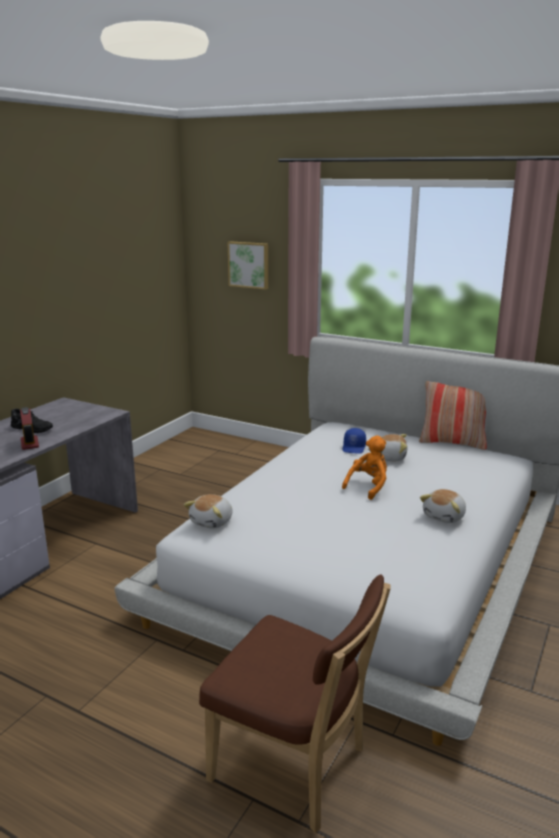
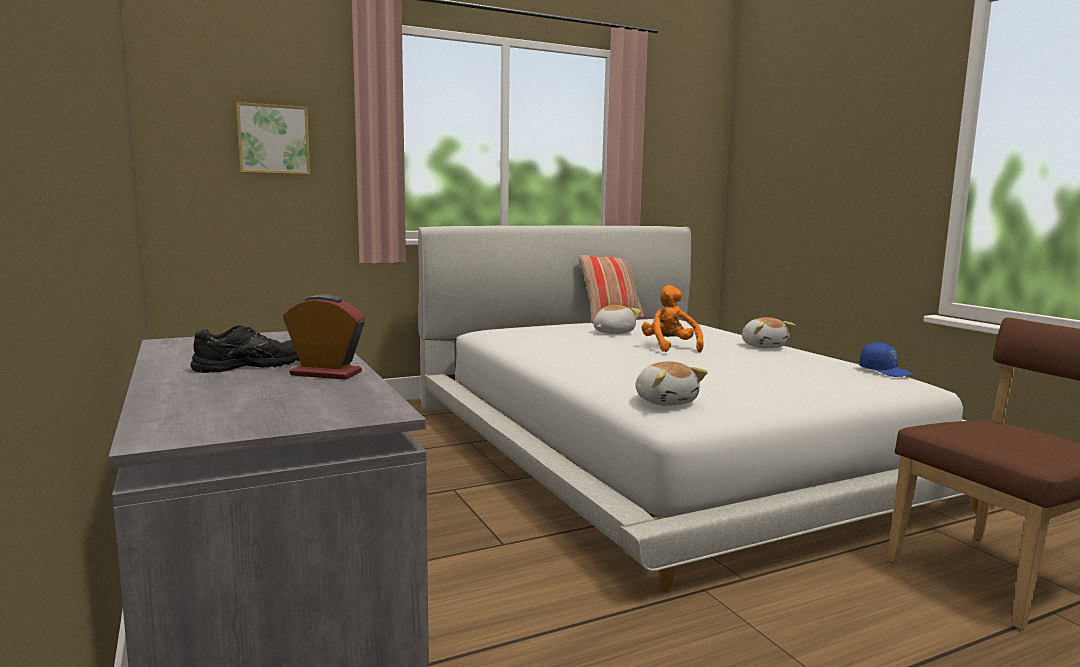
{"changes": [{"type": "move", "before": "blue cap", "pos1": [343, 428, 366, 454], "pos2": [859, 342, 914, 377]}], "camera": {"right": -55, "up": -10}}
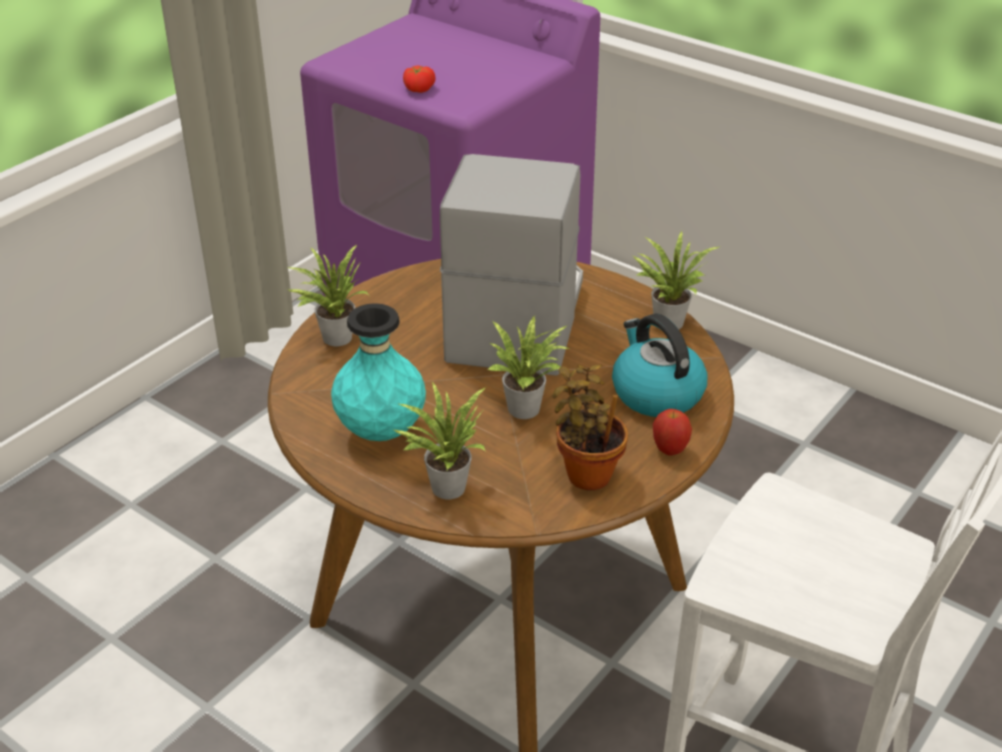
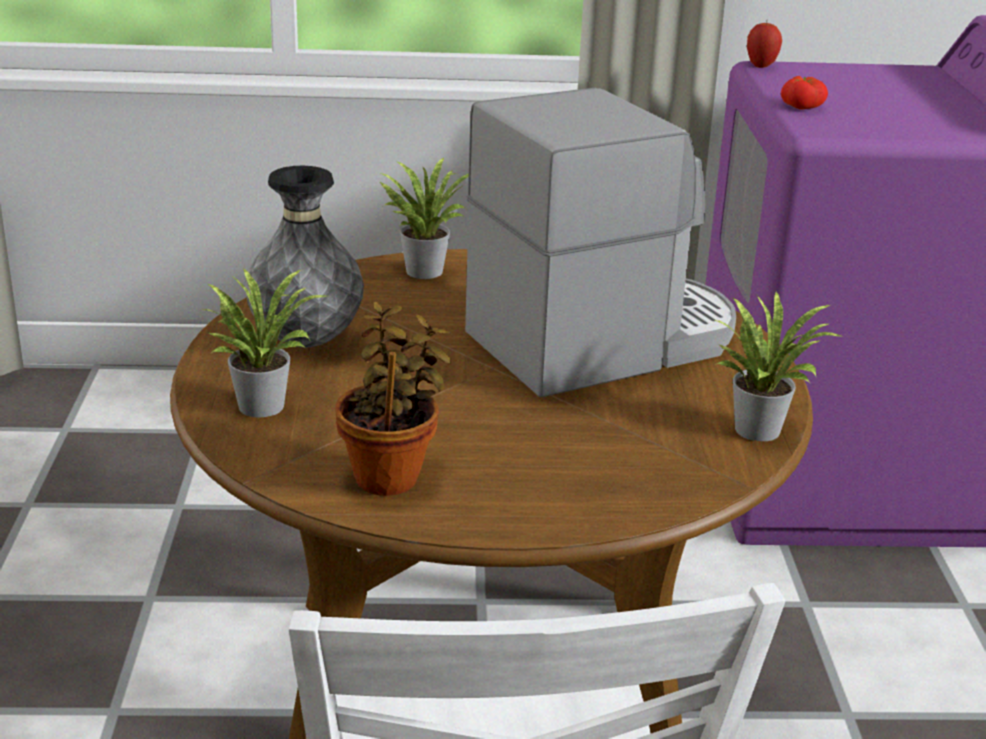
{"changes": [{"type": "recolor", "before": "turquoise vase", "after": "grey vase", "pos1": [331, 303, 426, 441], "pos2": [245, 166, 364, 348]}, {"type": "move", "before": "apple", "pos1": [653, 409, 692, 456], "pos2": [747, 20, 782, 68]}, {"type": "delete", "before": "potted plant", "pos1": [486, 316, 570, 419]}, {"type": "delete", "before": "kettle", "pos1": [612, 314, 708, 417]}], "camera": {"right": 50, "up": -10}}
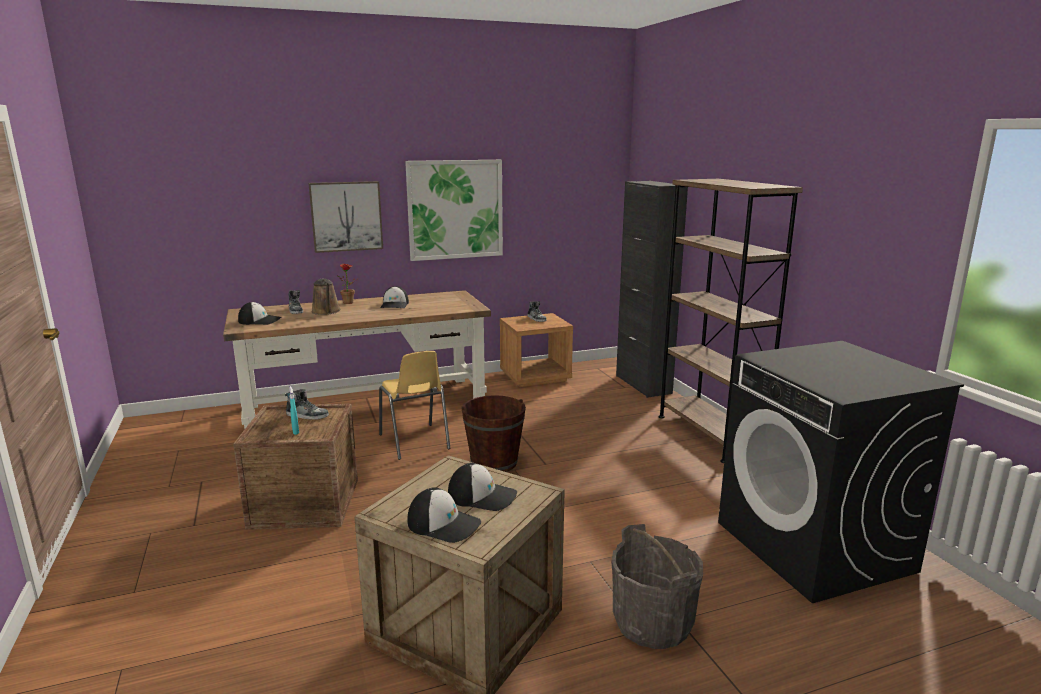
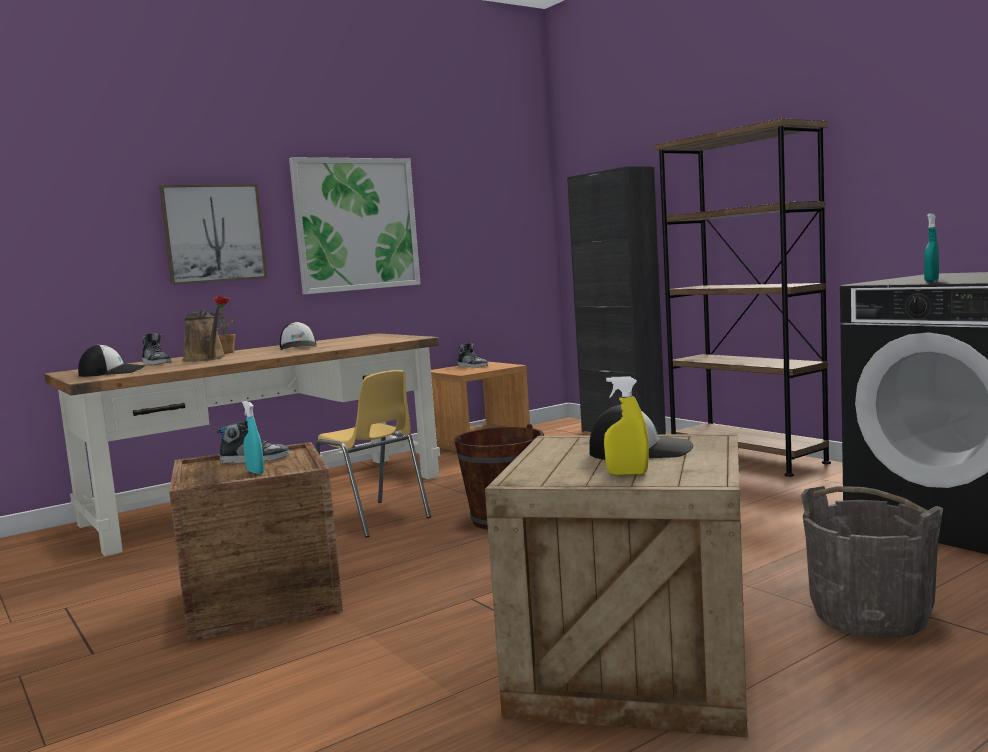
{"changes": [{"type": "replace", "before": "cap", "after": "yellow spray bottle", "pos1": [408, 487, 481, 543], "pos2": [604, 376, 649, 475]}, {"type": "insert", "after": "turquoise spray bottle", "pos2": [924, 213, 939, 282]}], "camera": {"right": -15, "up": -10}}
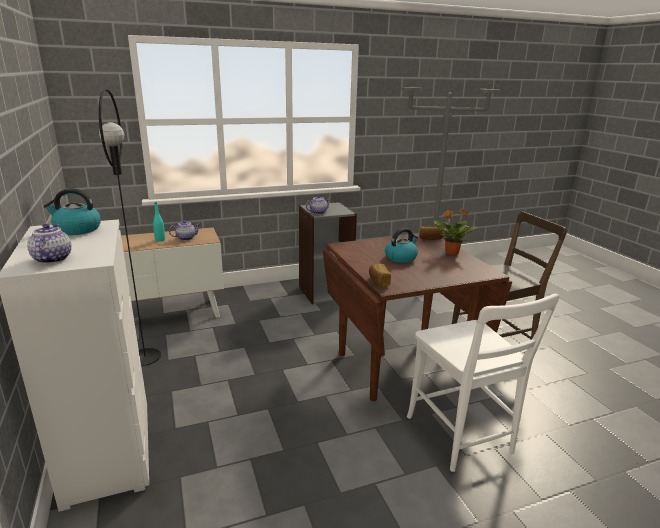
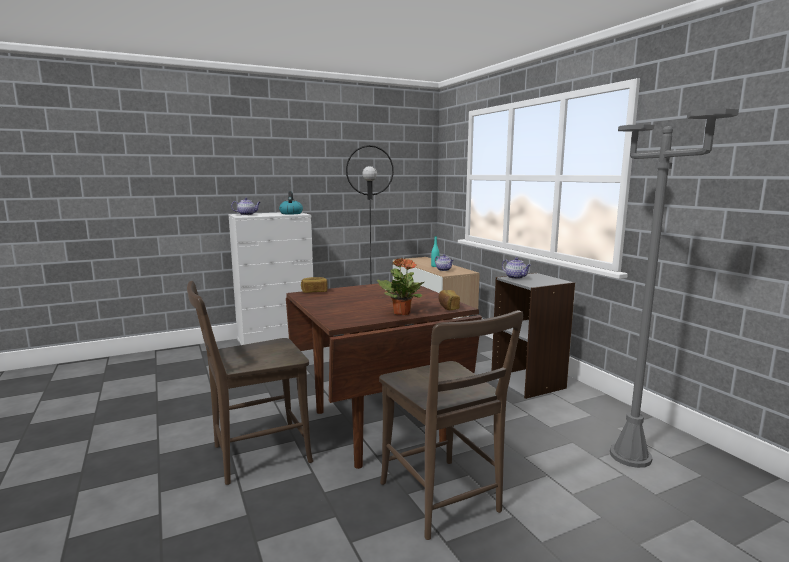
{"changes": [{"type": "recolor", "before": "white chair", "after": "brown chair", "pos1": [407, 294, 560, 472], "pos2": [187, 281, 313, 485]}, {"type": "delete", "before": "kettle", "pos1": [385, 228, 418, 263]}], "camera": {"right": 85, "up": -10}}
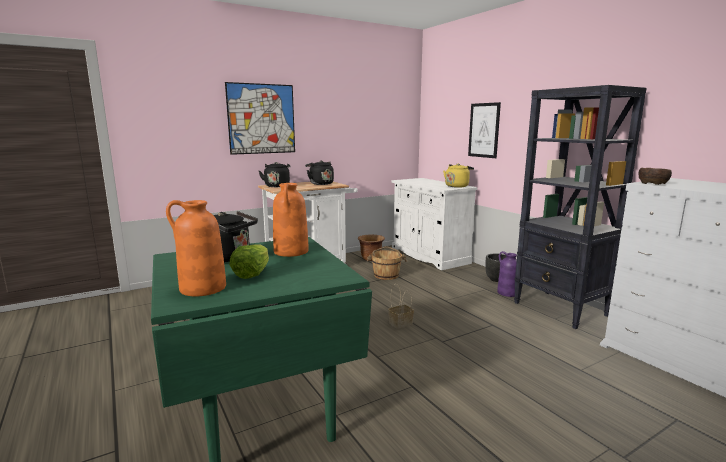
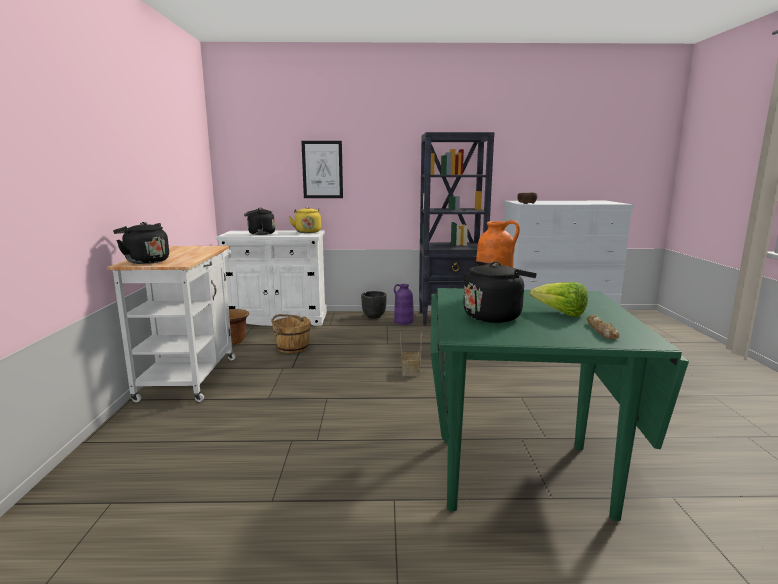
{"changes": [{"type": "move", "before": "black kettle", "pos1": [305, 160, 334, 185], "pos2": [244, 208, 275, 235]}, {"type": "replace", "before": "orange vase", "after": "bread", "pos1": [166, 200, 226, 296], "pos2": [587, 315, 619, 339]}, {"type": "delete", "before": "picture", "pos1": [225, 82, 295, 155]}], "camera": {"right": -60, "up": 0}}
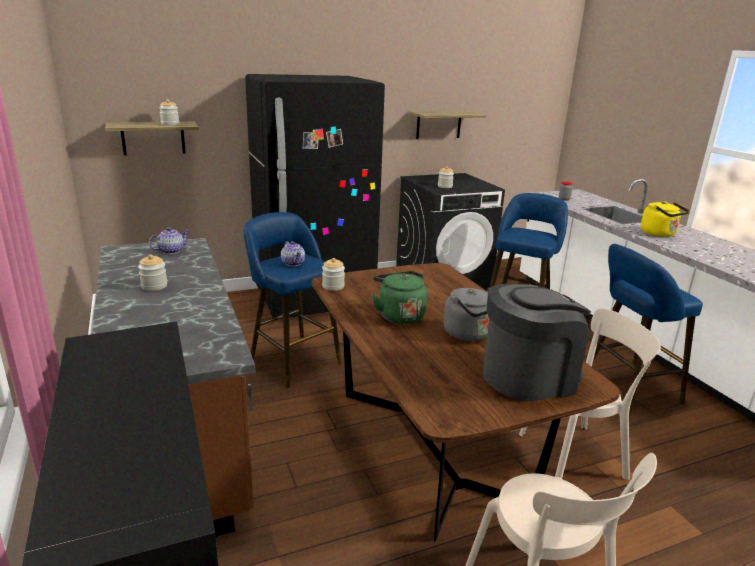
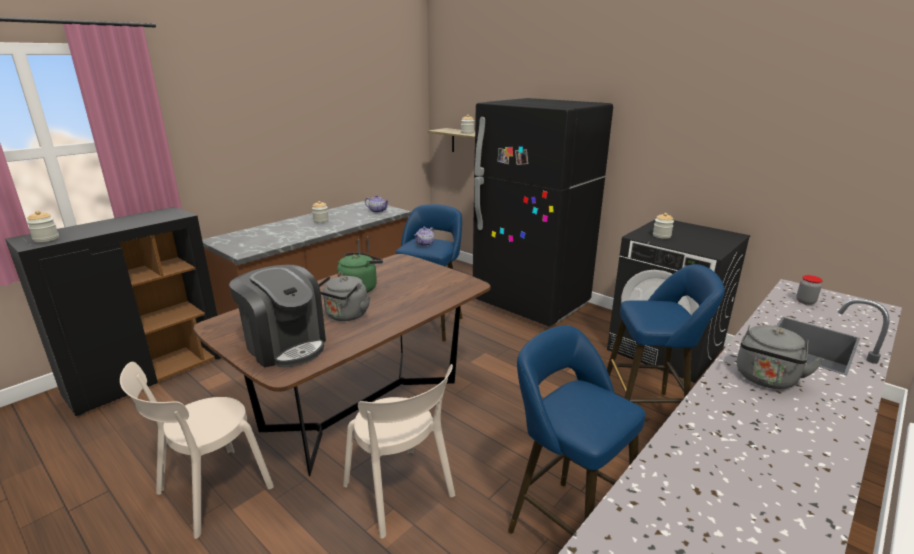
{"changes": [{"type": "move", "before": "jar", "pos1": [322, 258, 345, 291], "pos2": [27, 210, 59, 242]}, {"type": "recolor", "before": "yellow kettle", "after": "grey kettle", "pos1": [641, 201, 690, 237], "pos2": [737, 325, 824, 389]}, {"type": "delete", "before": "shelf", "pos1": [409, 111, 486, 139]}], "camera": {"right": 65, "up": 0}}
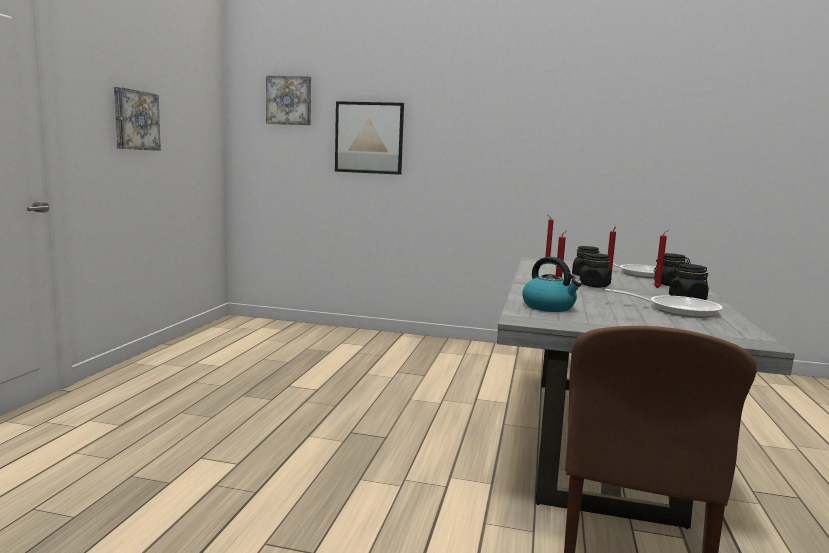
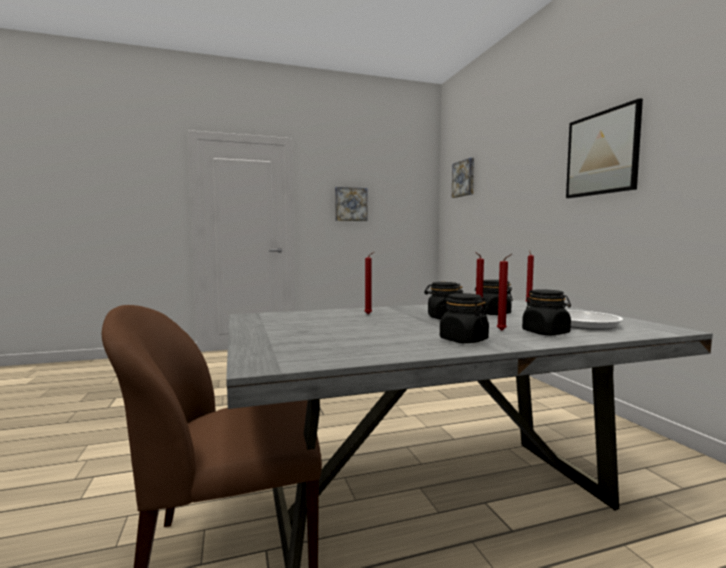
{"changes": [{"type": "move", "before": "picture", "pos1": [335, 101, 404, 175], "pos2": [566, 98, 643, 198]}, {"type": "delete", "before": "kettle", "pos1": [522, 257, 582, 312]}, {"type": "delete", "before": "frying pan", "pos1": [605, 289, 723, 318]}], "camera": {"right": 60, "up": -5}}
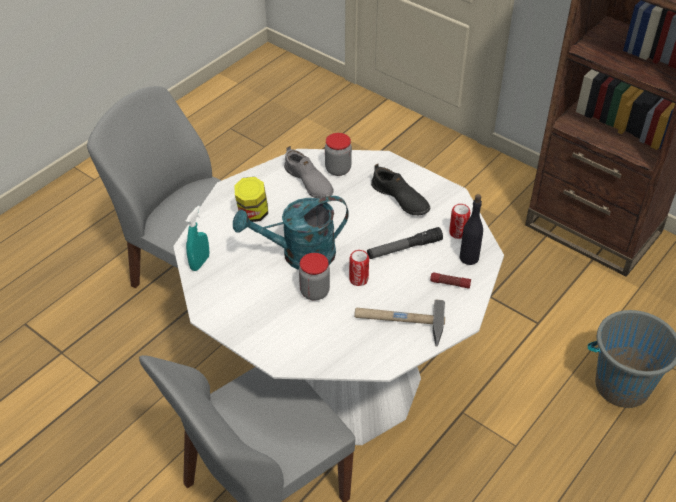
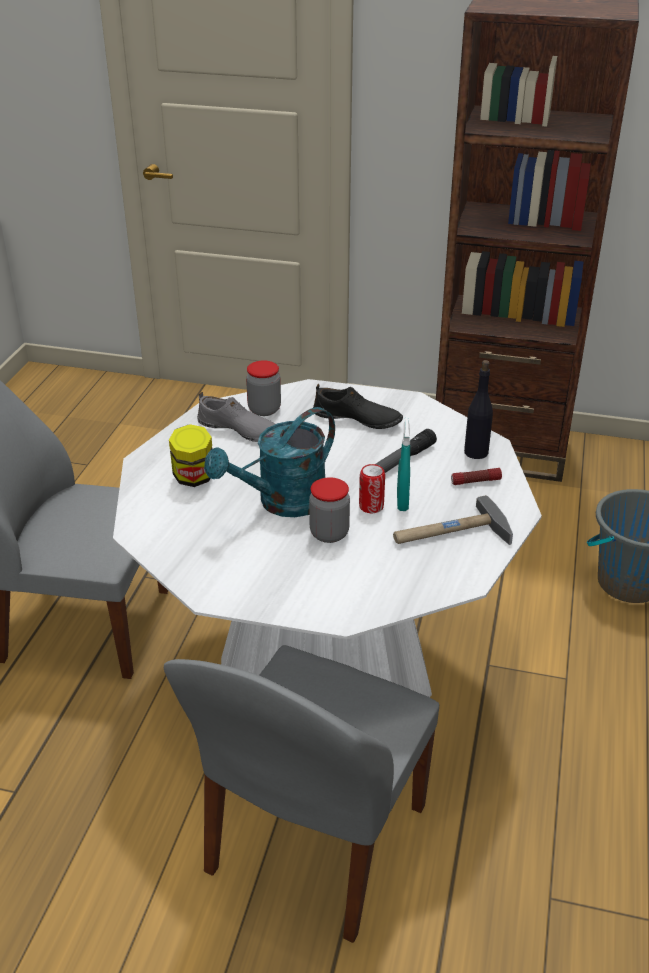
{"changes": [{"type": "move", "before": "turquoise spray bottle", "pos1": [186, 206, 209, 271], "pos2": [397, 418, 410, 511]}, {"type": "delete", "before": "can", "pos1": [449, 204, 470, 239]}], "camera": {"right": -25, "up": -10}}
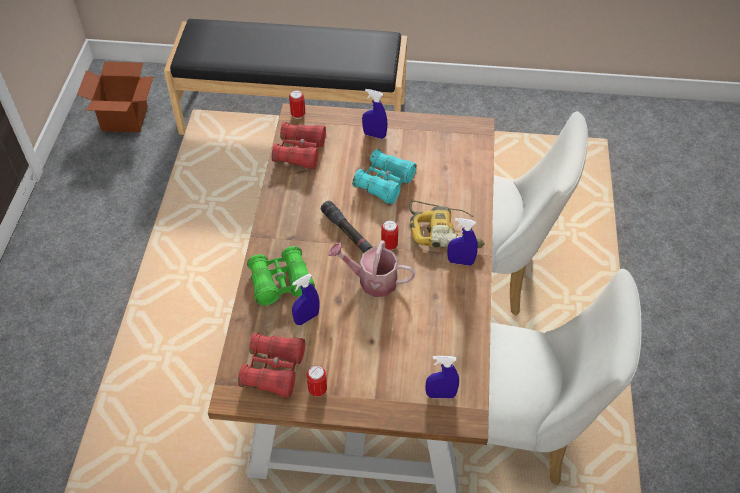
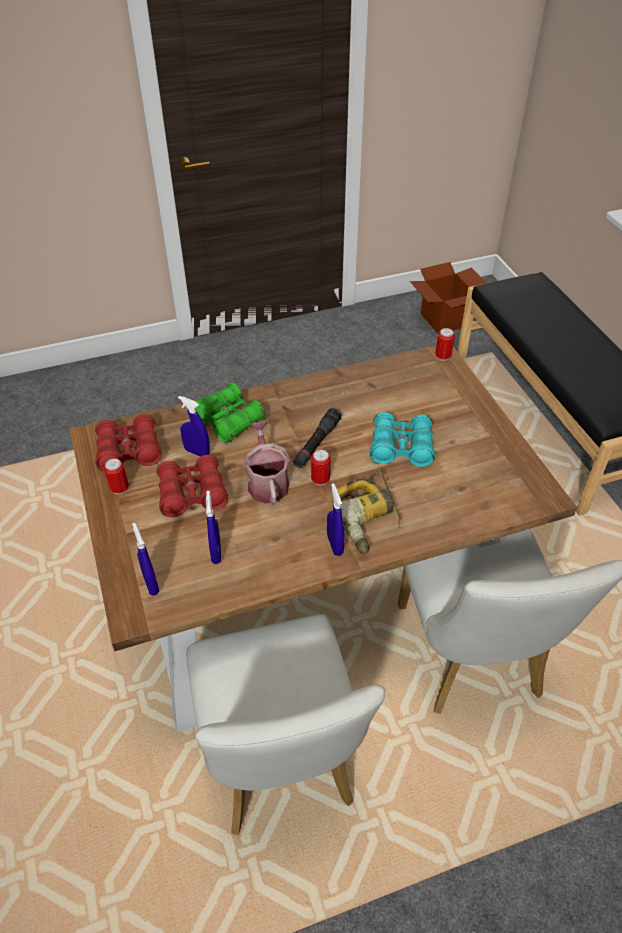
{"changes": [{"type": "move", "before": "red binoculars", "pos1": [272, 122, 326, 170], "pos2": [156, 455, 228, 517]}, {"type": "move", "before": "blue spray bottle", "pos1": [362, 89, 387, 139], "pos2": [206, 491, 221, 564]}], "camera": {"right": 65, "up": -5}}
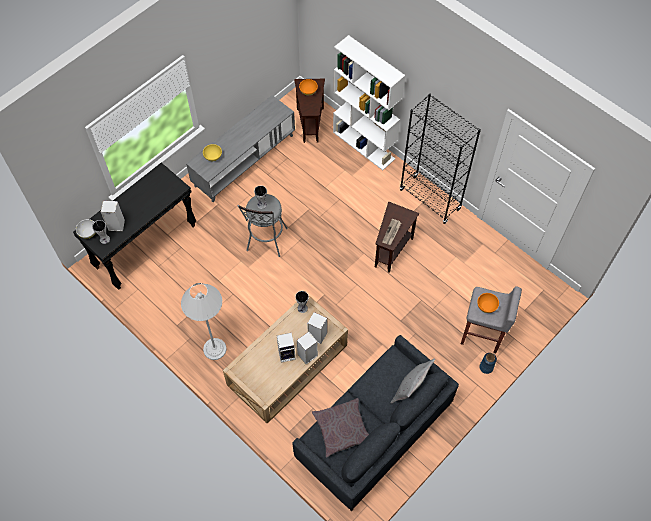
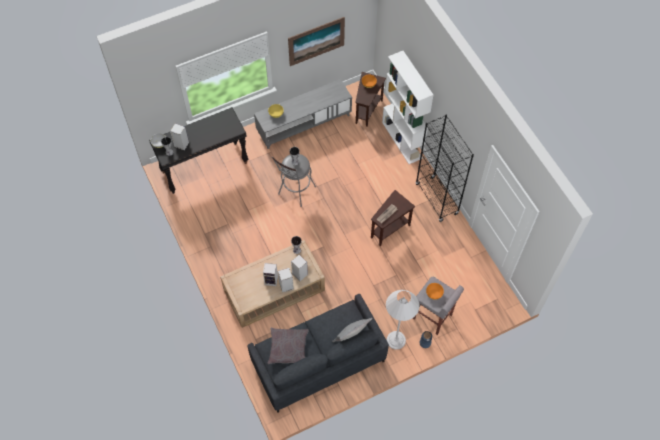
{"changes": [{"type": "insert", "after": "picture", "pos2": [288, 17, 345, 66]}, {"type": "move", "before": "white floor lamp", "pos1": [181, 283, 227, 360], "pos2": [386, 290, 419, 350]}], "camera": {"right": 20, "up": 0}}
